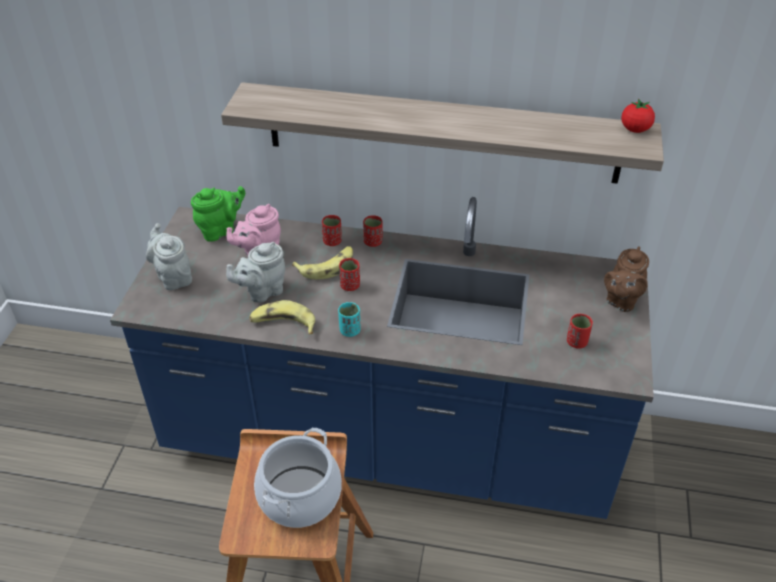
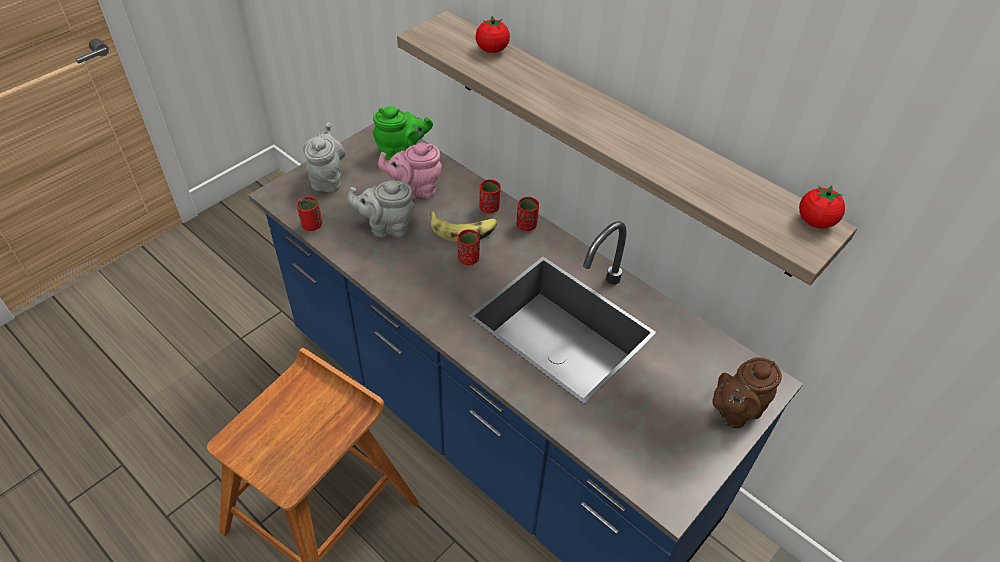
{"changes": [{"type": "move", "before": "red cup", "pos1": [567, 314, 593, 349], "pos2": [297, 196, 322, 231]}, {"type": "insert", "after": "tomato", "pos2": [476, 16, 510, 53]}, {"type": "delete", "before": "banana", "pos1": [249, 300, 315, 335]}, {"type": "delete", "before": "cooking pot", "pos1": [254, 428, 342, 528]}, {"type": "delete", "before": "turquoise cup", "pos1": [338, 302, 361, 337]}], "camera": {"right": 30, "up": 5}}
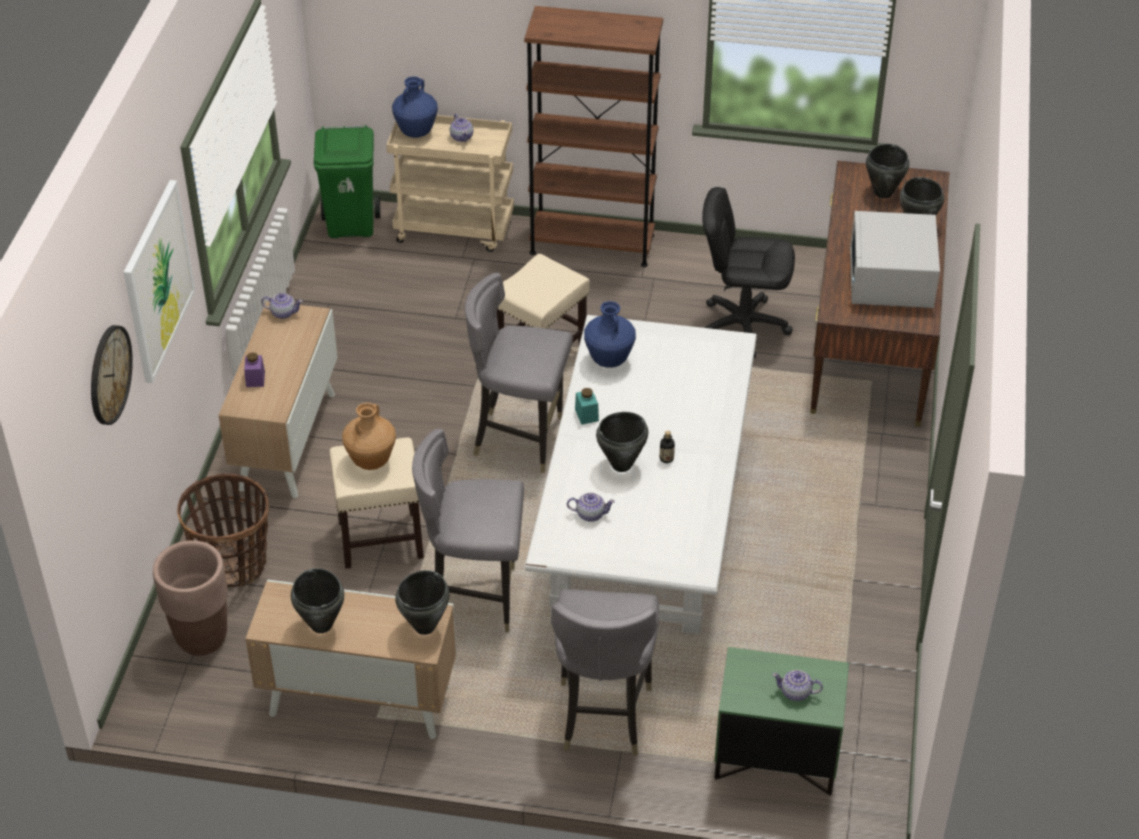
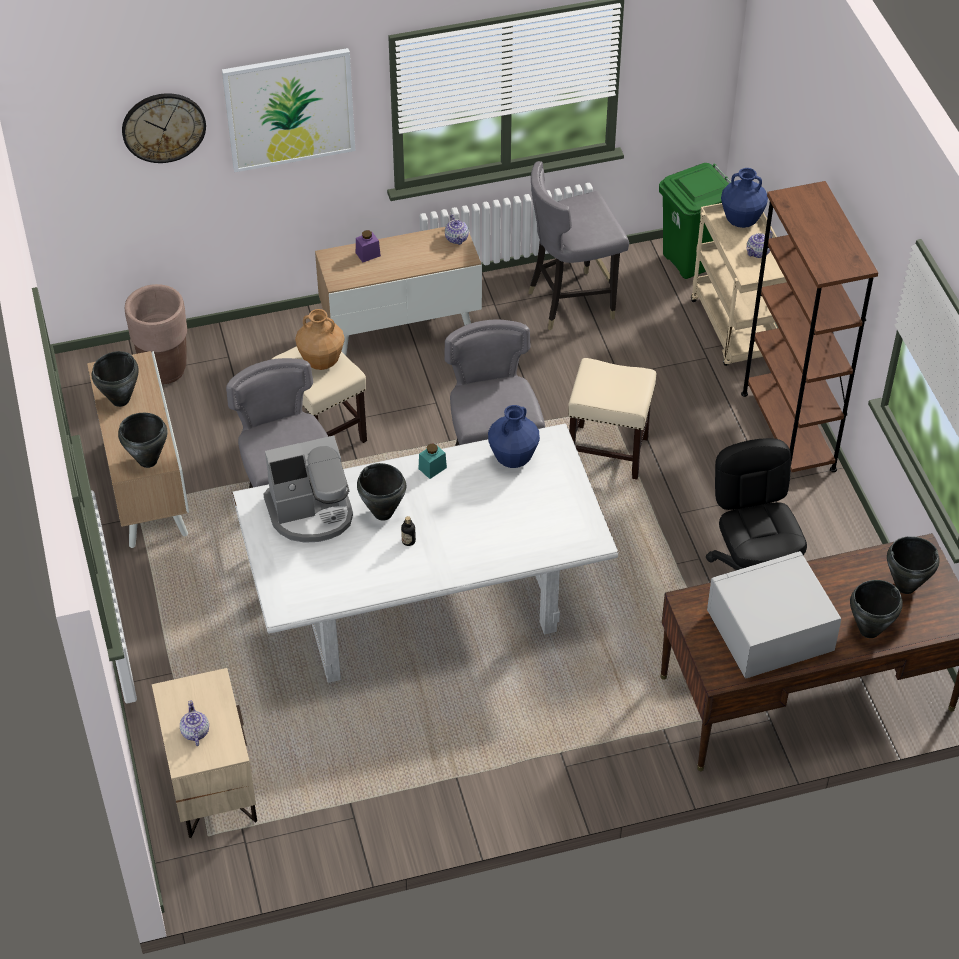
{"changes": [{"type": "recolor", "before": "green nightstand", "after": "beige nightstand", "pos1": [714, 647, 849, 796], "pos2": [152, 668, 257, 838]}, {"type": "replace", "before": "teapot", "after": "coffee machine", "pos1": [567, 493, 615, 522], "pos2": [264, 435, 353, 543]}, {"type": "move", "before": "grey chair", "pos1": [551, 589, 659, 756], "pos2": [528, 161, 629, 330]}, {"type": "delete", "before": "basket", "pos1": [177, 474, 269, 588]}], "camera": {"right": 65, "up": 5}}
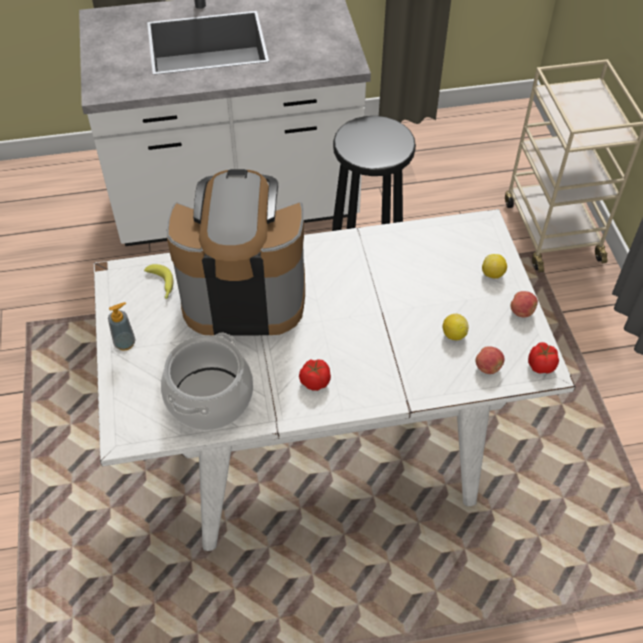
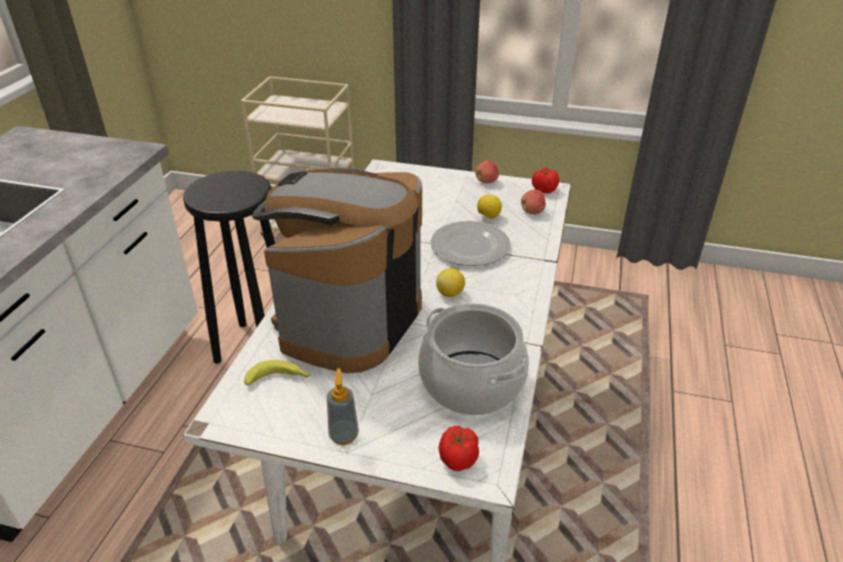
{"changes": [{"type": "insert", "after": "plate", "pos2": [431, 221, 511, 266]}, {"type": "move", "before": "lemon", "pos1": [482, 254, 507, 279], "pos2": [436, 268, 465, 297]}, {"type": "move", "before": "tomato", "pos1": [299, 359, 331, 391], "pos2": [439, 426, 479, 471]}], "camera": {"right": -65, "up": -15}}
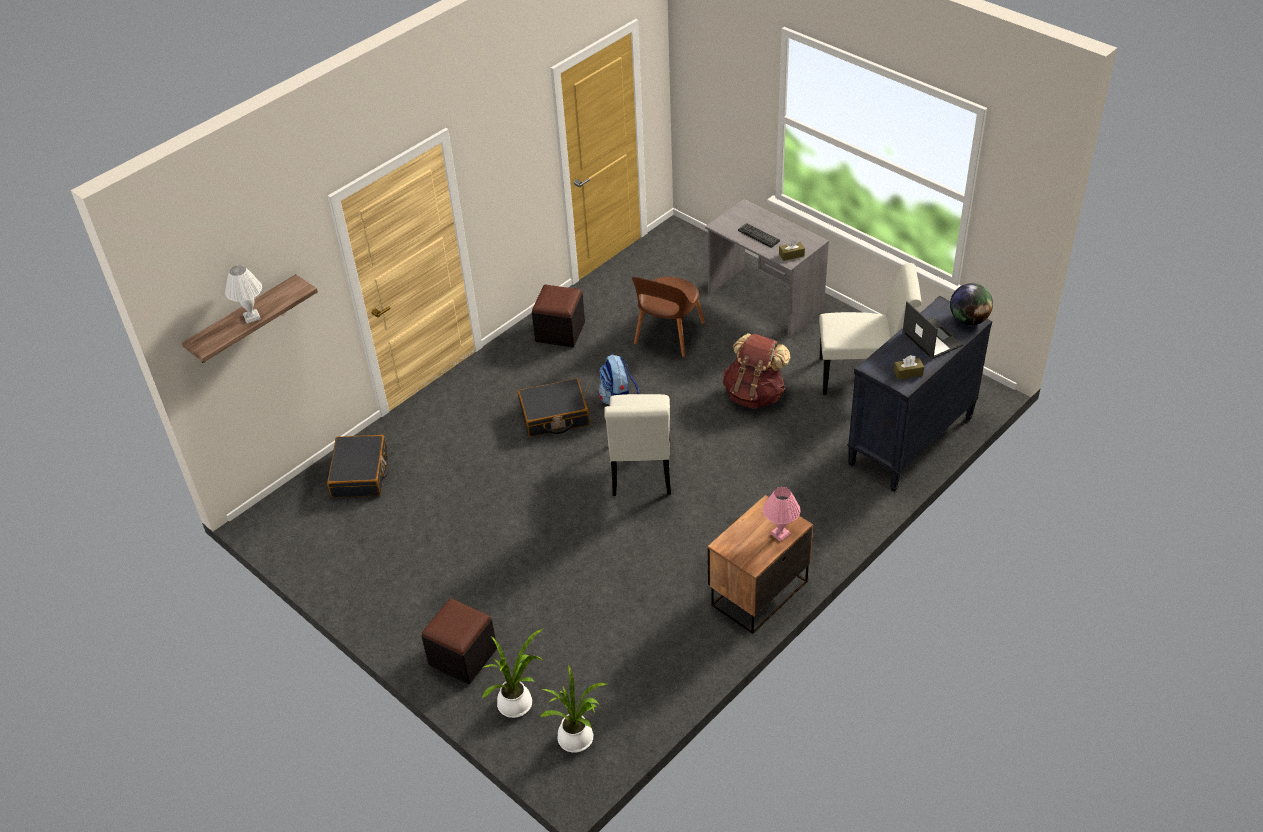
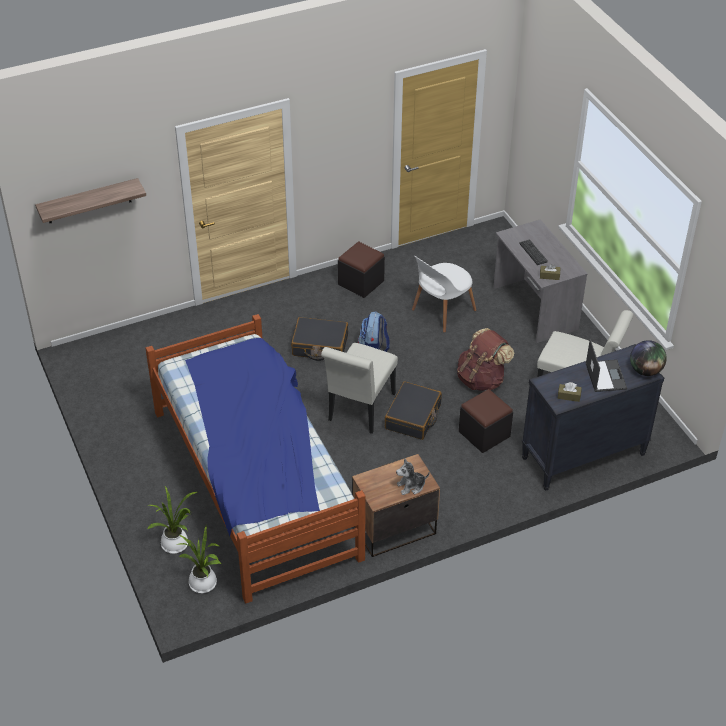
{"changes": [{"type": "insert", "after": "bed", "pos2": [145, 314, 366, 603]}, {"type": "move", "before": "black suitcase", "pos1": [327, 435, 388, 498], "pos2": [385, 381, 442, 440]}, {"type": "replace", "before": "pink table lamp", "after": "plush toy", "pos1": [763, 487, 800, 542], "pos2": [396, 458, 430, 495]}, {"type": "recolor", "before": "brown chair", "after": "white chair", "pos1": [632, 277, 705, 357], "pos2": [412, 255, 477, 333]}, {"type": "move", "before": "black ottoman", "pos1": [421, 598, 497, 684], "pos2": [459, 389, 513, 453]}, {"type": "delete", "before": "white table lamp", "pos1": [225, 265, 262, 323]}], "camera": {"right": 20, "up": 0}}
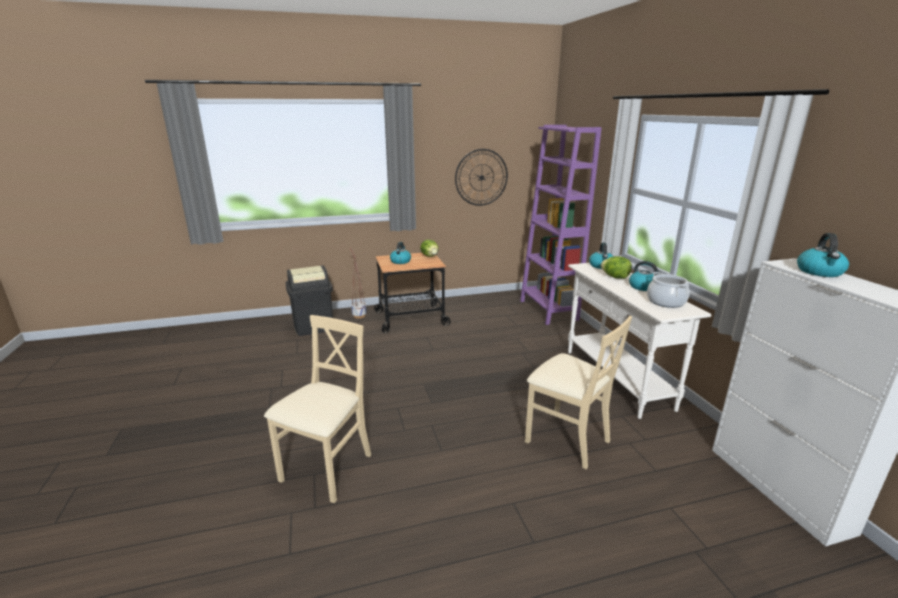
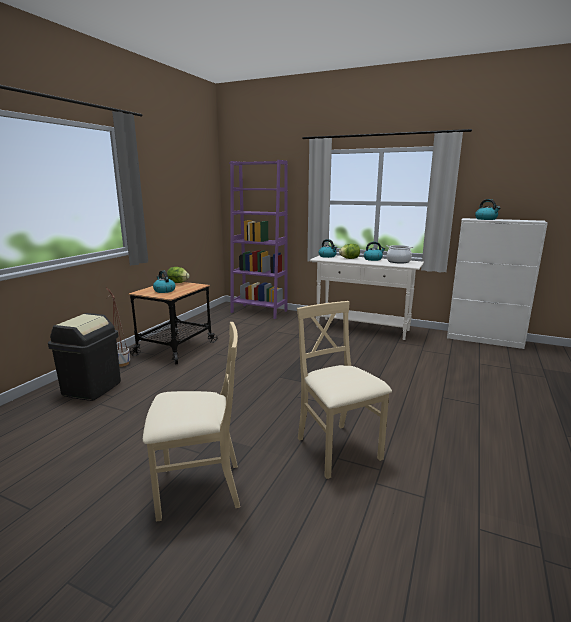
{"changes": [{"type": "move", "before": "beige chair", "pos1": [525, 316, 632, 469], "pos2": [143, 322, 240, 521]}, {"type": "delete", "before": "wall clock", "pos1": [455, 149, 508, 206]}], "camera": {"right": -50, "up": -5}}
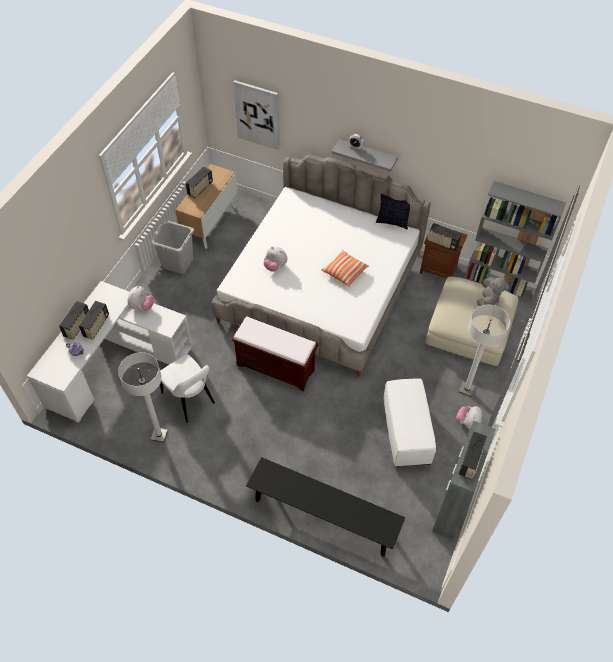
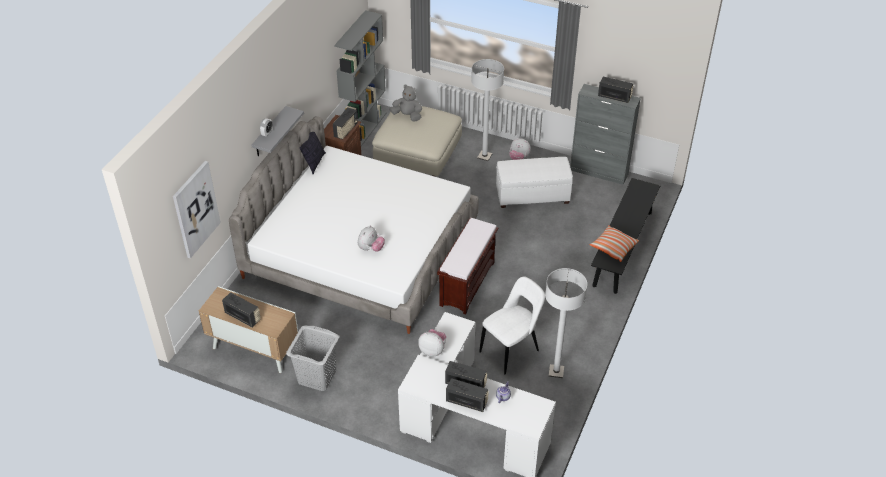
{"changes": [{"type": "move", "before": "pillow", "pos1": [322, 250, 369, 287], "pos2": [590, 225, 639, 262]}], "camera": {"right": -90, "up": -10}}
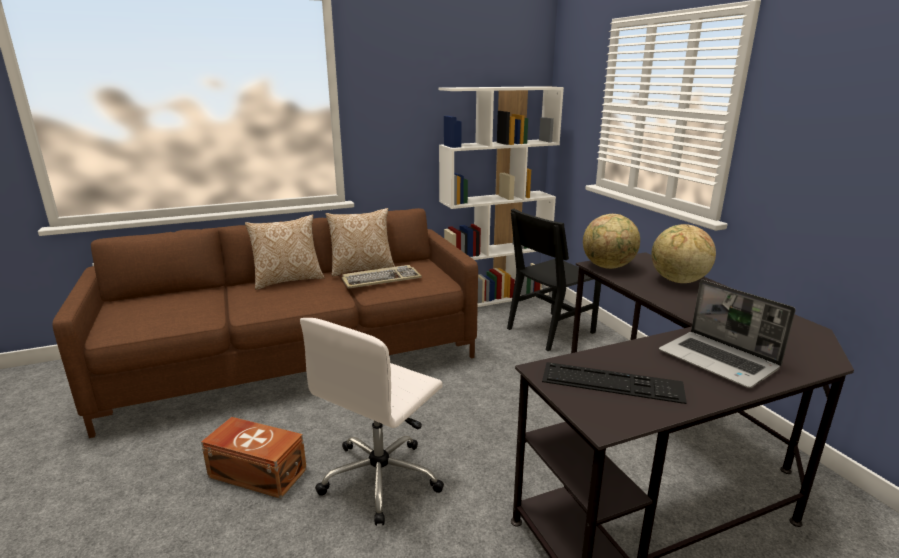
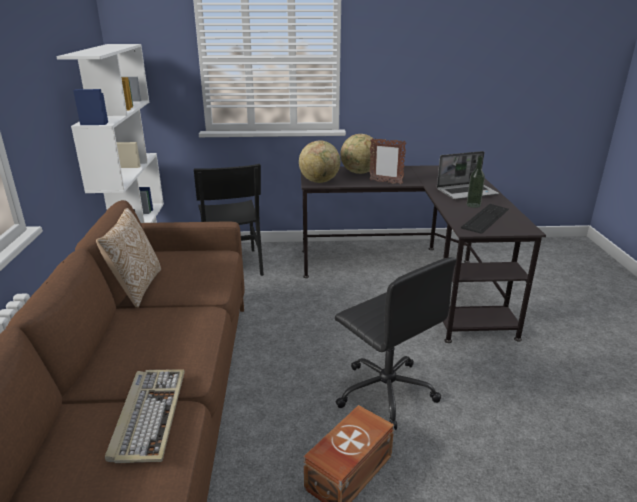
{"changes": [{"type": "move", "before": "keyboard", "pos1": [342, 265, 422, 289], "pos2": [105, 369, 185, 463]}, {"type": "recolor", "before": "white office chair", "after": "black office chair", "pos1": [300, 318, 444, 526], "pos2": [335, 257, 457, 430]}, {"type": "insert", "after": "picture frame", "pos2": [369, 138, 406, 184]}, {"type": "insert", "after": "bottle", "pos2": [467, 156, 485, 208]}, {"type": "delete", "before": "pillow", "pos1": [245, 214, 325, 290]}], "camera": {"right": -70, "up": 5}}
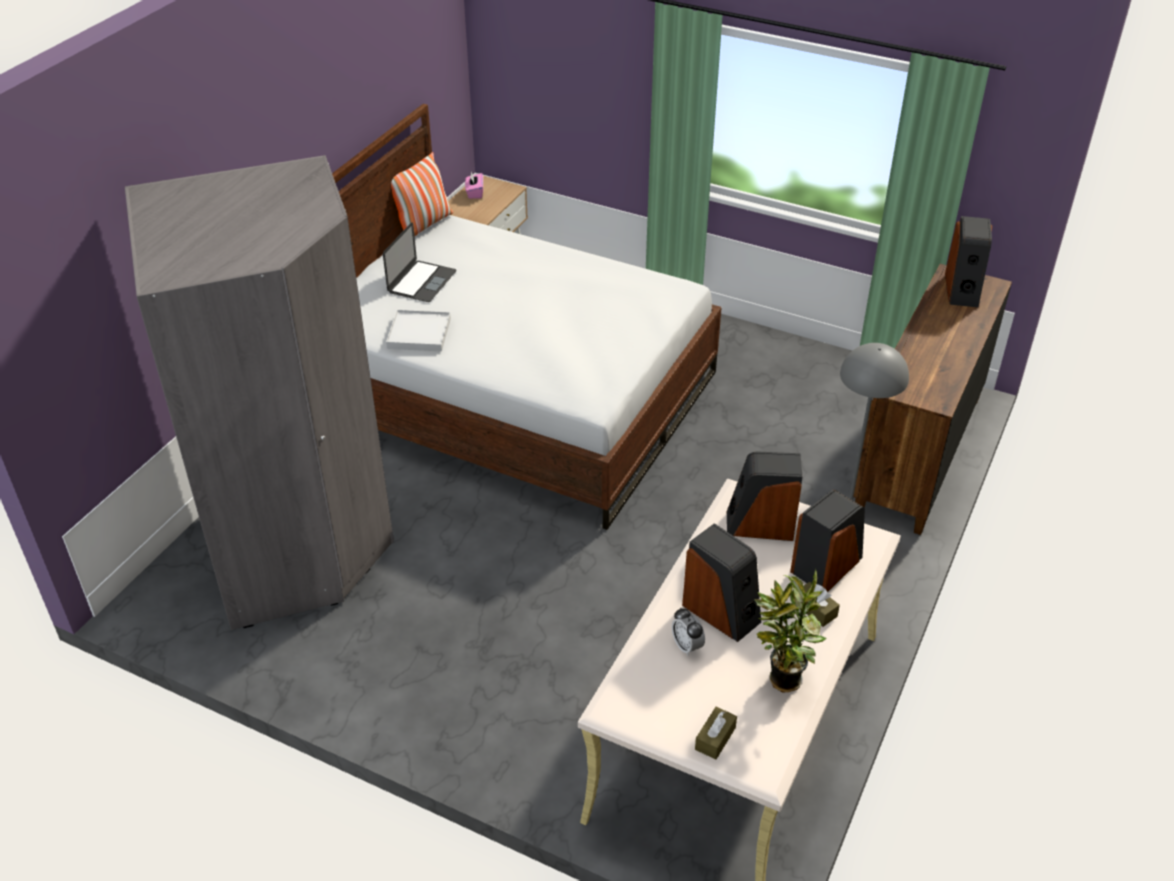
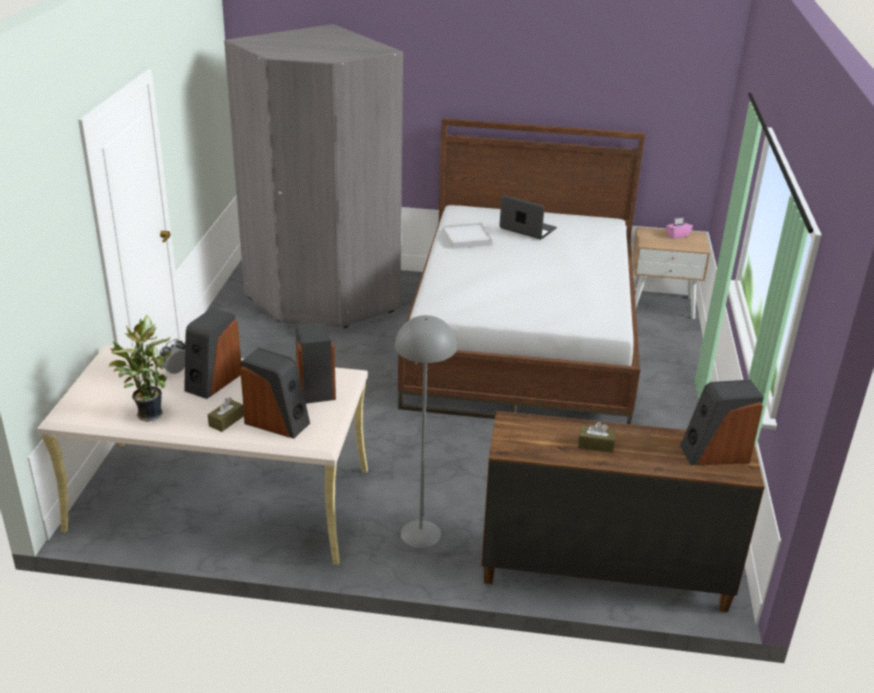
{"changes": [{"type": "rotate", "before": "laptop", "pos1": [383, 223, 456, 302], "pos2": [500, 195, 557, 239], "turn": -150}, {"type": "move", "before": "brown tissue box", "pos1": [695, 707, 737, 760], "pos2": [578, 421, 616, 453]}, {"type": "delete", "before": "pillow", "pos1": [391, 152, 453, 237]}], "camera": {"right": 70, "up": -10}}
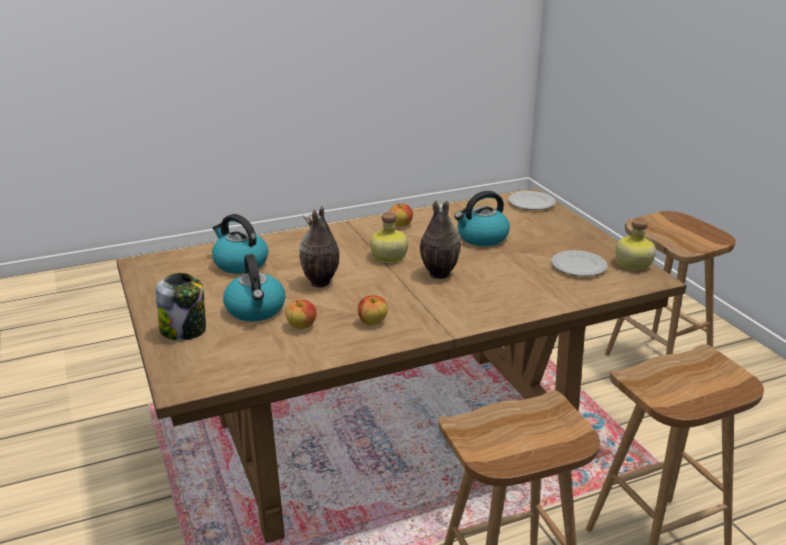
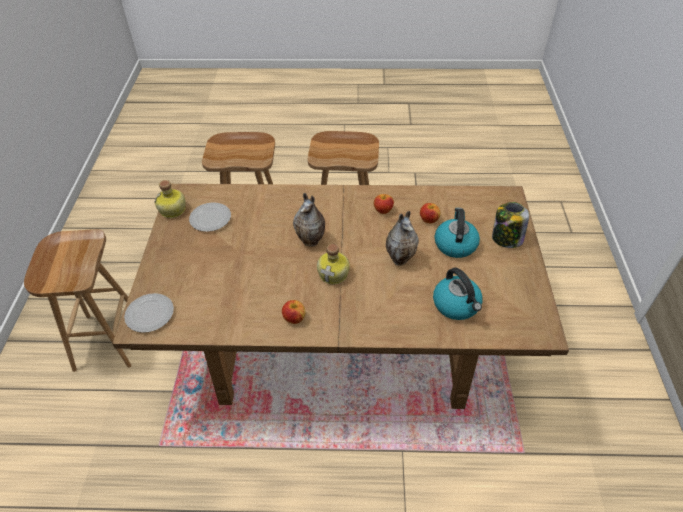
{"changes": [{"type": "delete", "before": "kettle", "pos1": [454, 191, 510, 246]}], "camera": {"right": -155, "up": 20}}
